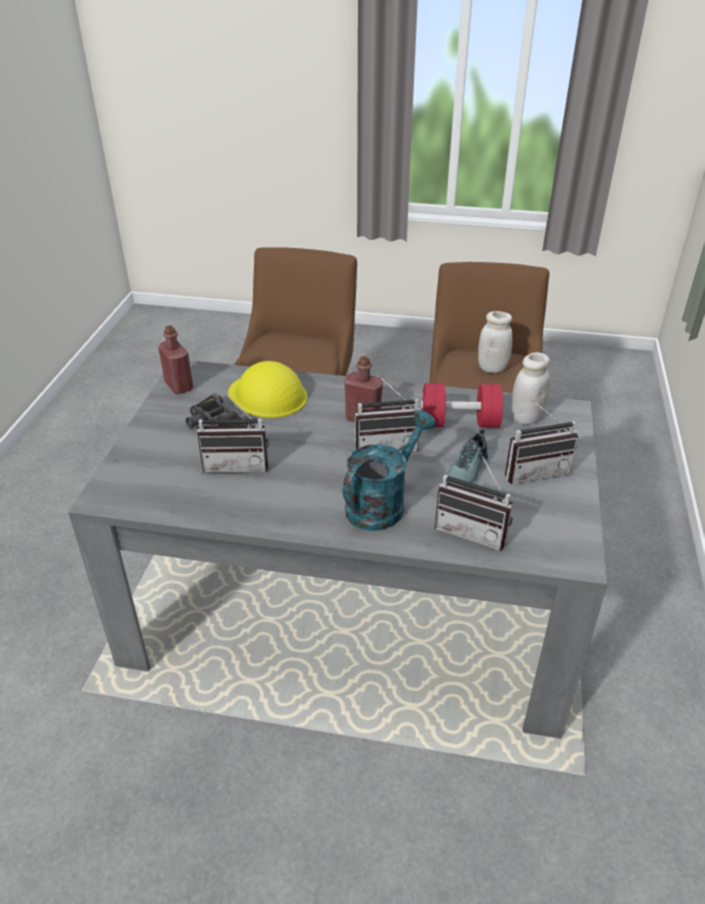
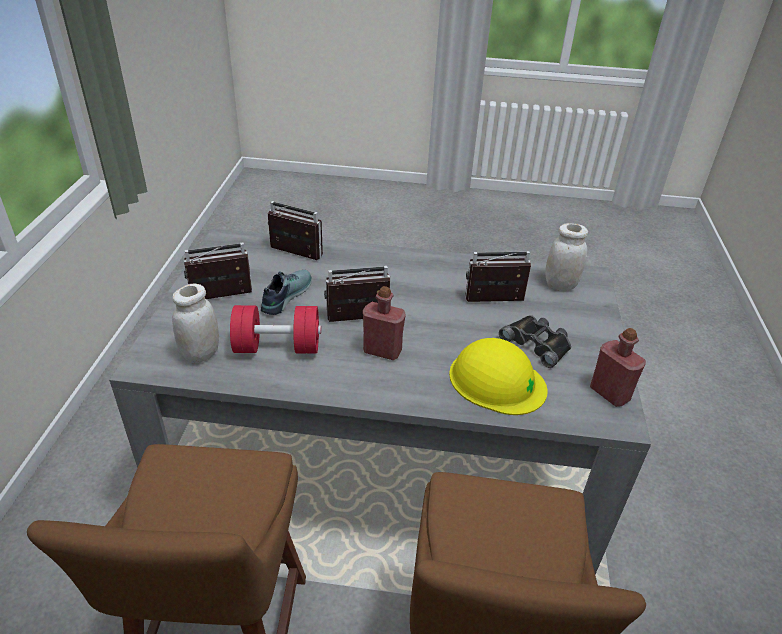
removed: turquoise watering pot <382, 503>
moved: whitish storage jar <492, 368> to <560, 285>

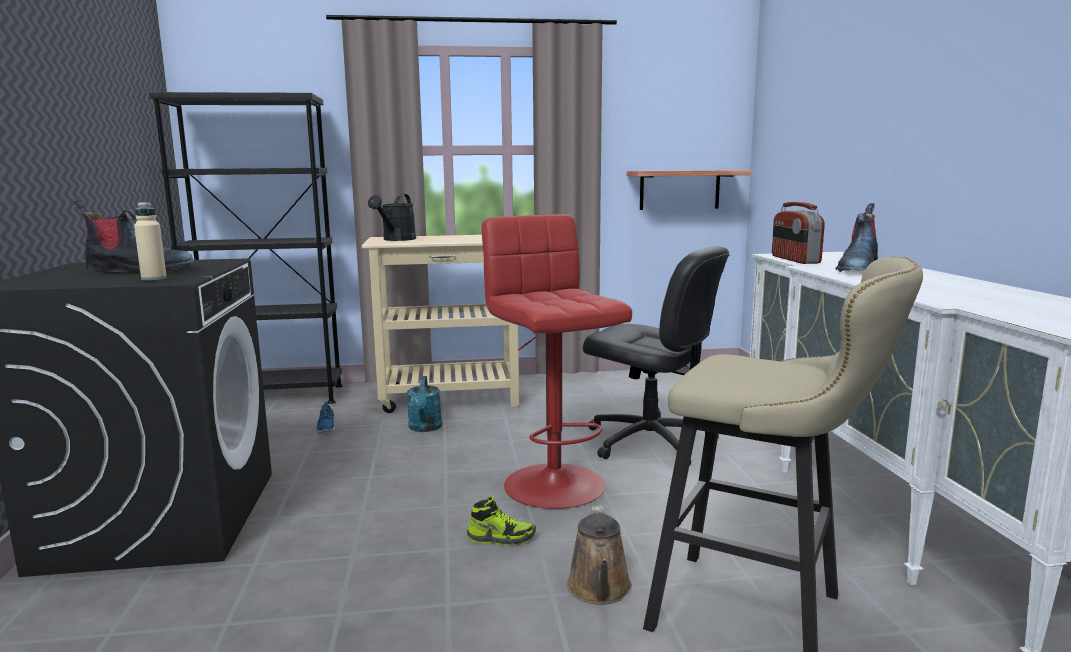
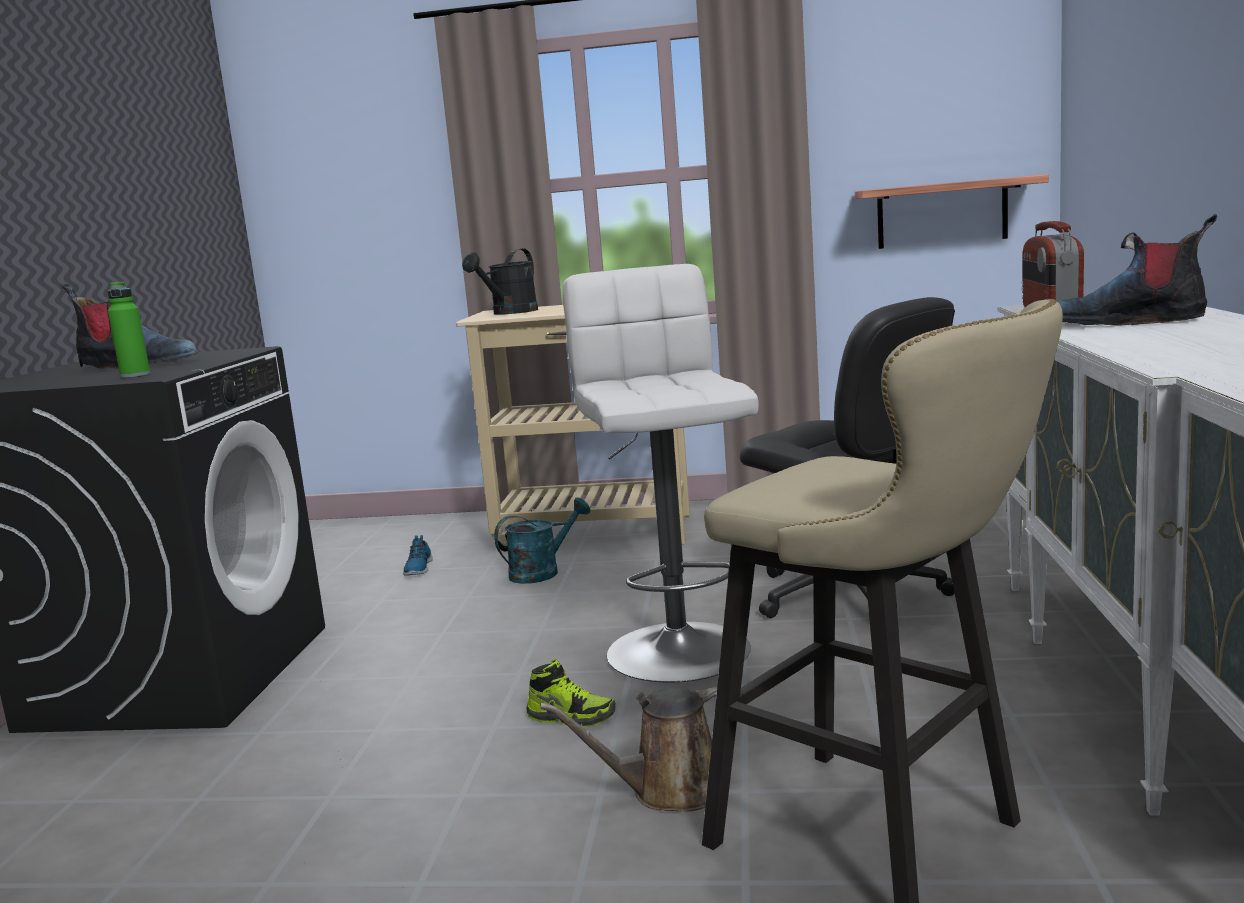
removed: black bookcase <270, 397>
recoloured: beige drink bottle <154, 279> to green drink bottle <135, 375>; reddish sitting stool <554, 485> to whitish sitting stool <679, 651>
turned: turquoise watering pot <425, 428> = <542, 572> 135 degrees counterclockwise; brown watering pot <599, 590> = <669, 791> 60 degrees clockwise; tall boot <857, 269> = <1127, 322> 60 degrees clockwise

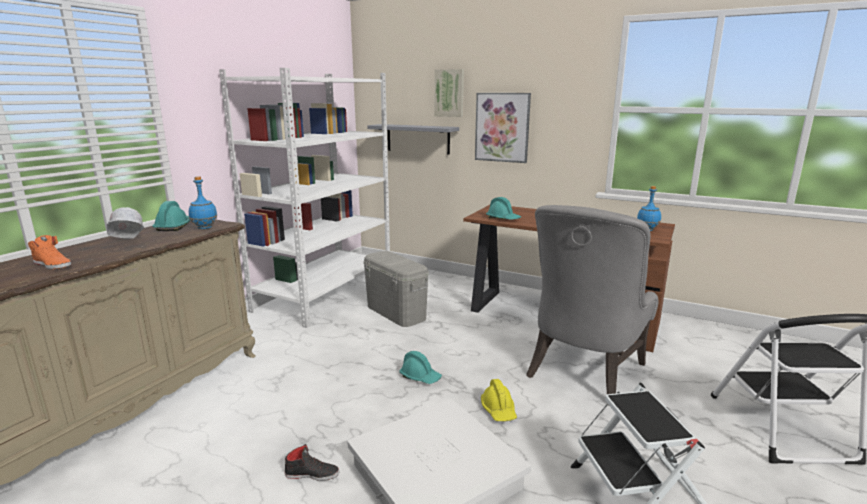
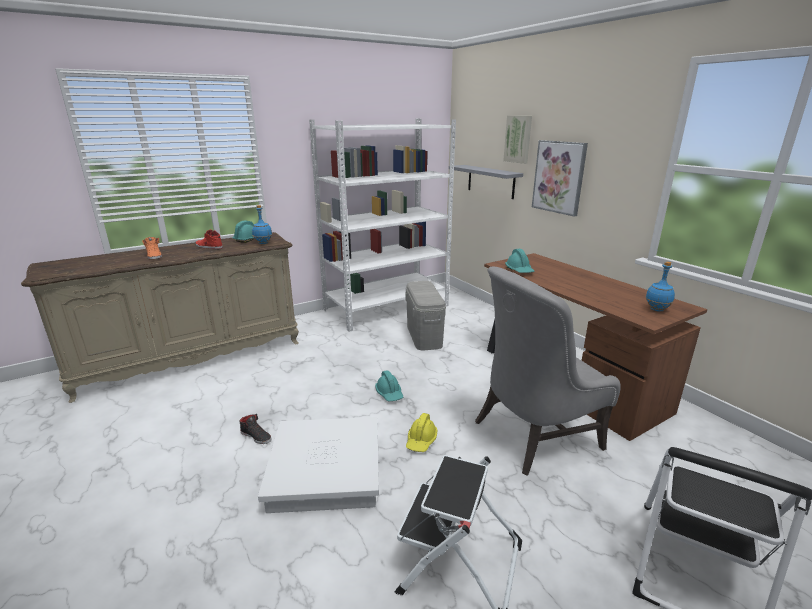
replaced: whitish work helmet <127, 242> to reddish low shoe <208, 247>

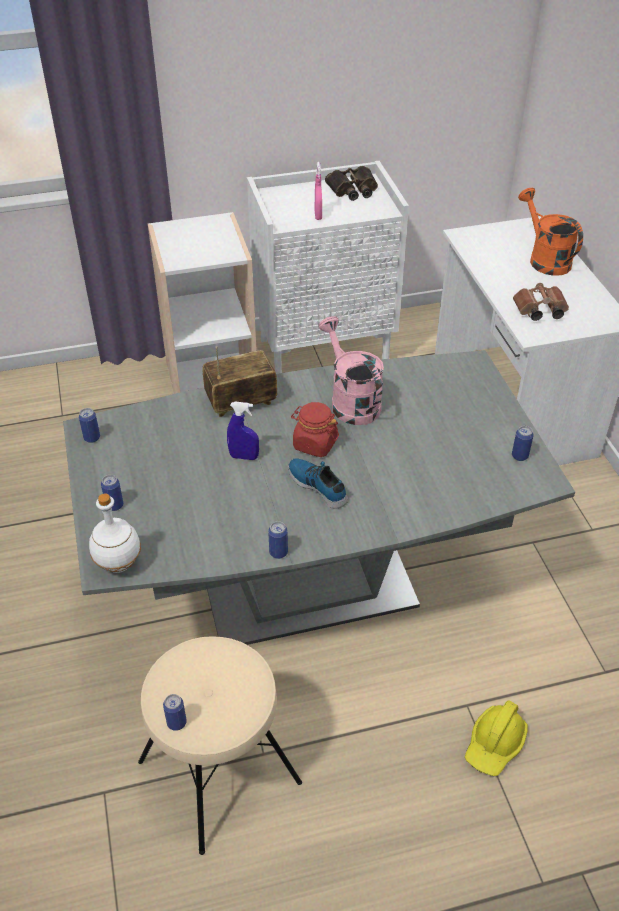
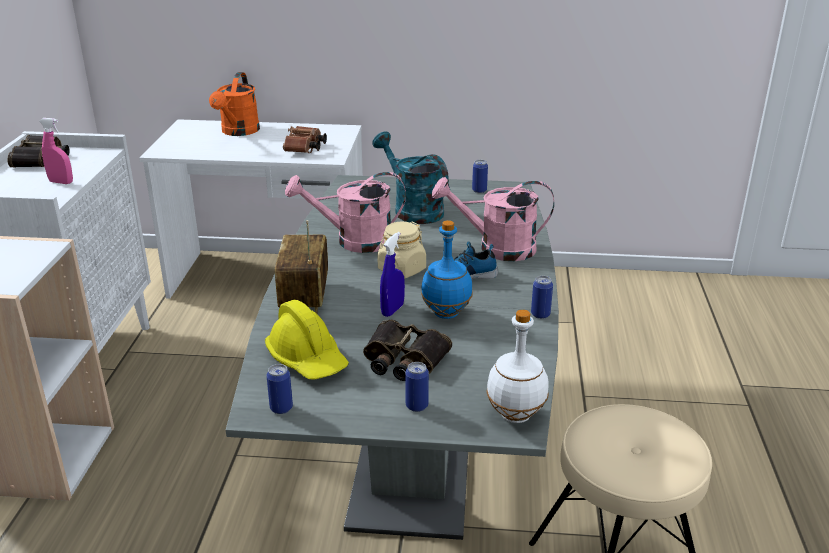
removed: can <176, 723>
added: binoculars <403, 359>; turquoise watering pot <412, 209>; blue drink bottle <445, 313>; pinkish watering pot <496, 248>
moved: yellow work helmet <495, 744> to <307, 359>
recoloured: reddish storage jar <314, 444> to beige storage jar <401, 270>
turned: orange-coloured watering pot <544, 259> = <238, 132> 75 degrees counterclockwise

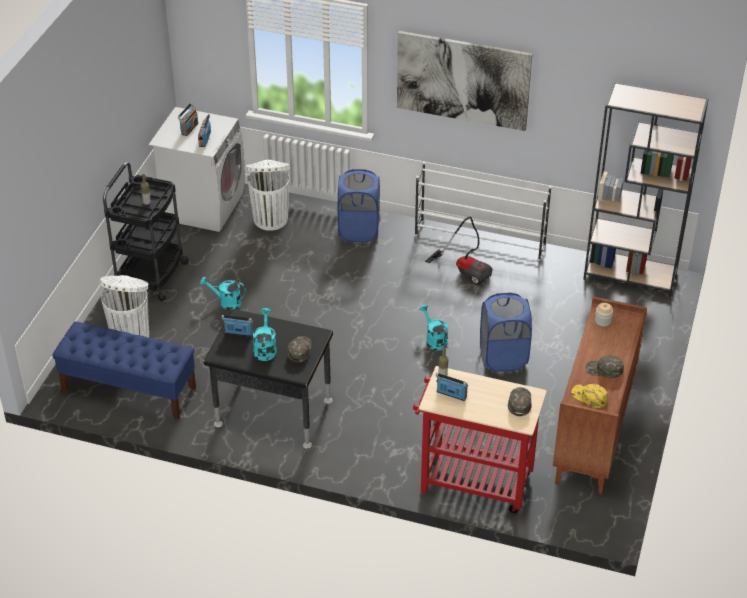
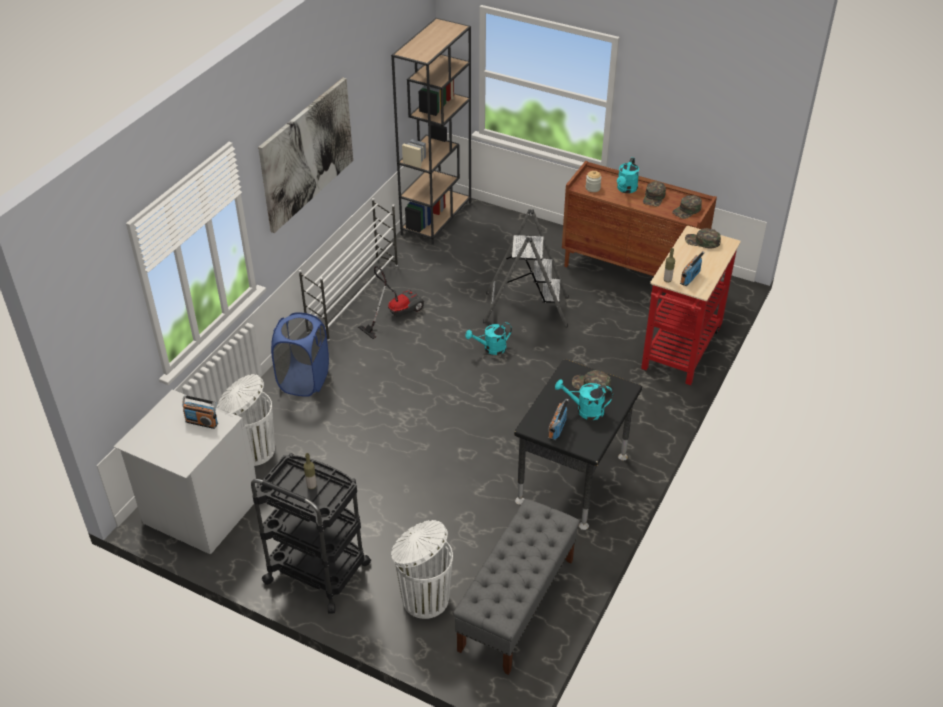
removed: radio <189, 128>
moved: turquoise watering pot <226, 302> to <626, 189>
replaced: blue washing basket <503, 357> to gray stepladder <525, 308>
recoloured: blue indoor bench <128, 390> to gray indoor bench <516, 605>; yellow baseball cap <589, 397> to green baseball cap <687, 210>

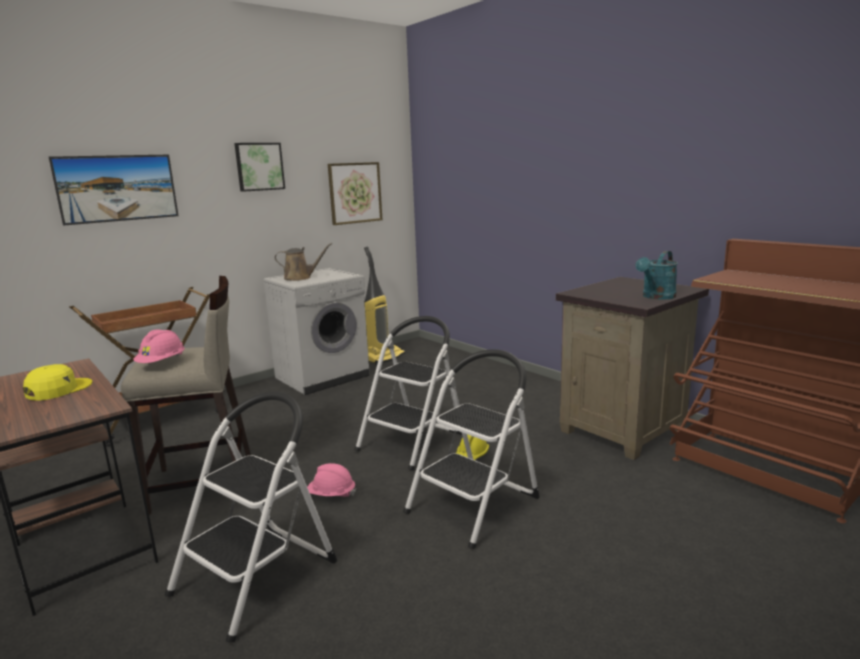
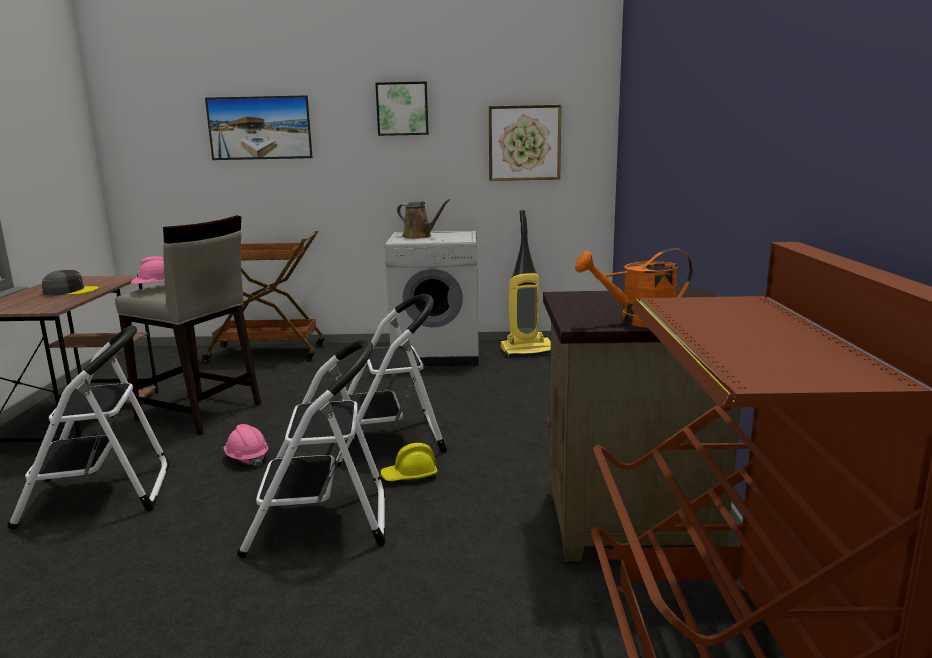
recoloured: yellow baseball cap <58, 389> to gray baseball cap <70, 291>; turquoise watering pot <656, 297> to orange-coloured watering pot <638, 321>

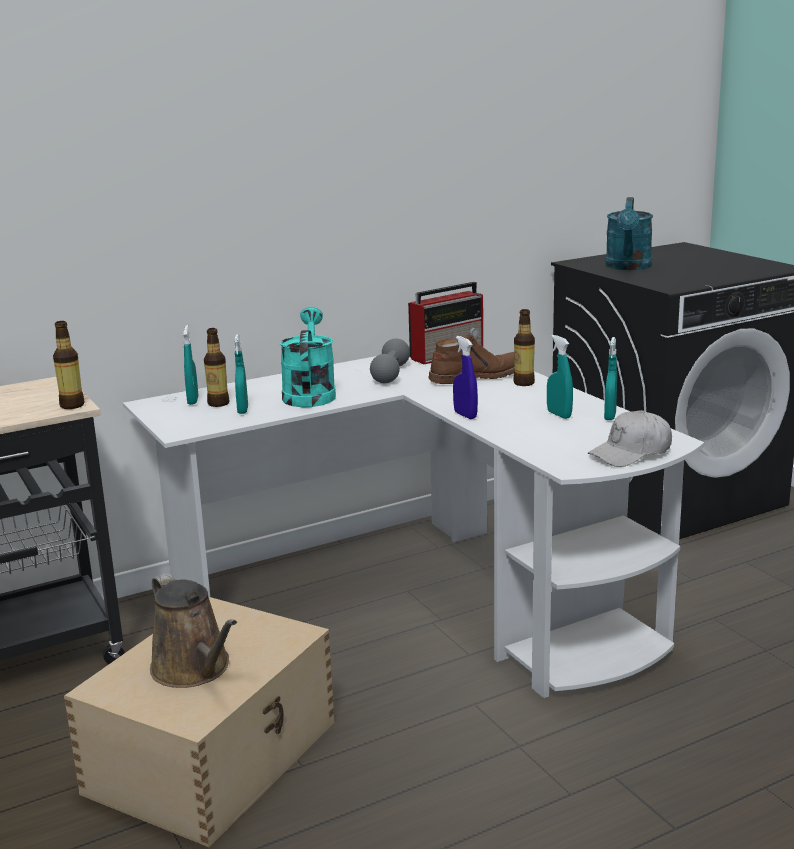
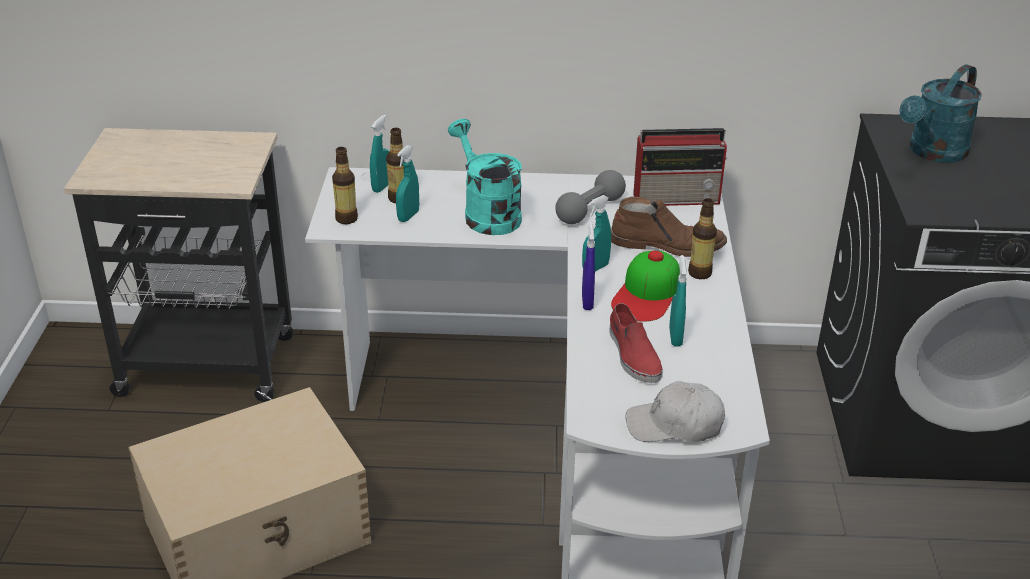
removed: brown watering pot <194, 669>
added: reddish low shoe <633, 355>; baseball cap <647, 294>
moved: drink bottle <72, 405> to <346, 219>; turquoise spray bottle <610, 416> to <595, 268>
turned: turquoise watering pot <309, 394> = <487, 213> 60 degrees counterclockwise

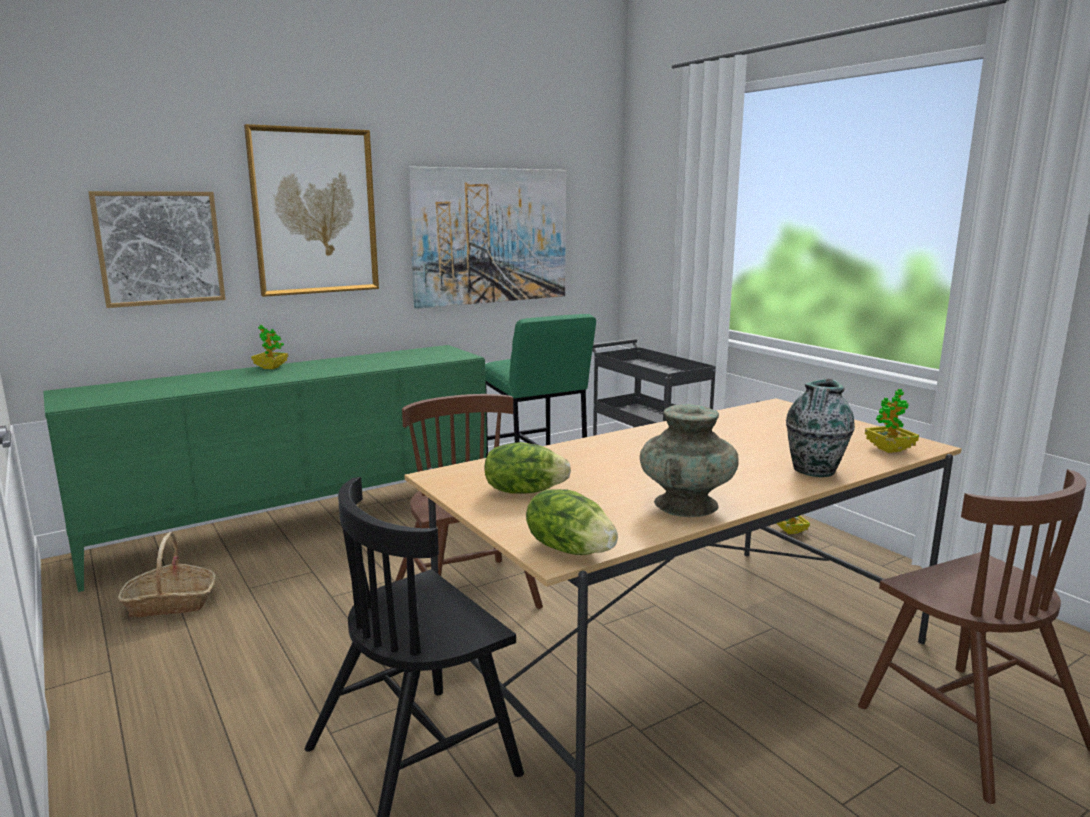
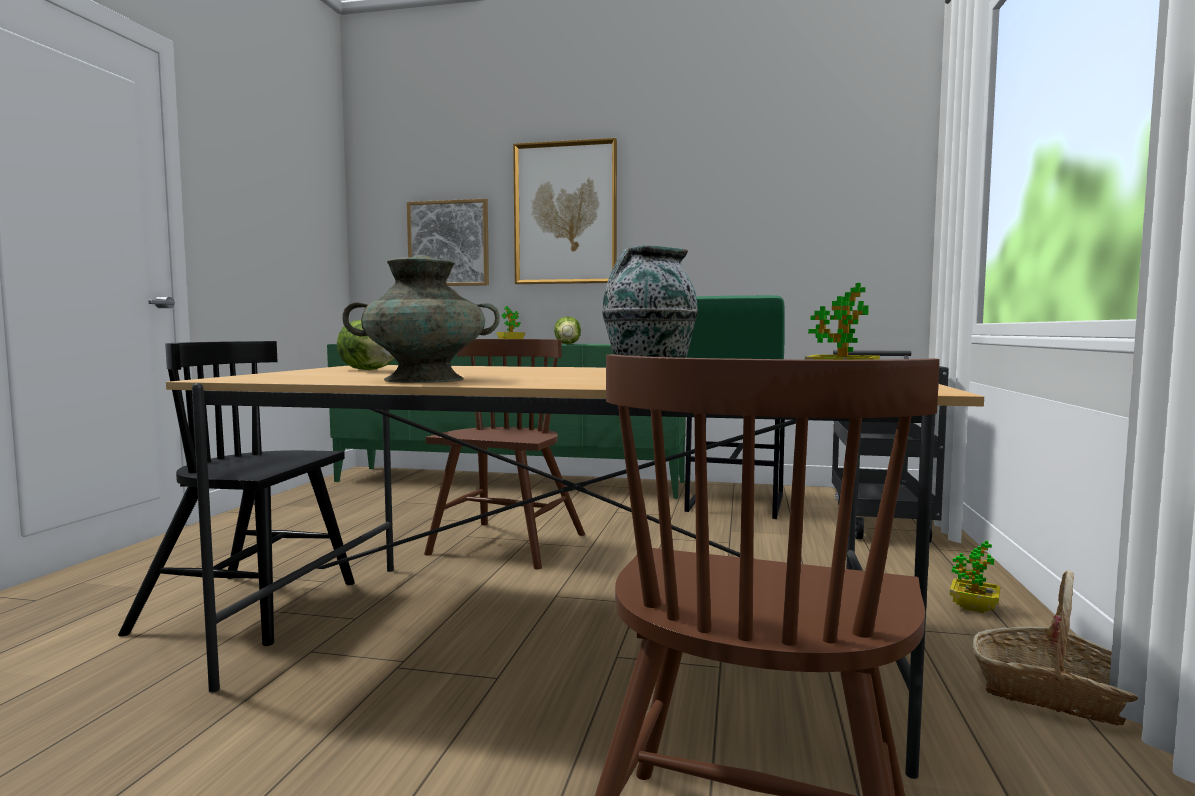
removed: wall picture <491, 236>
moved: lettuce head <570, 549> to <568, 344>; storage basket <171, 603> to <1053, 693>

